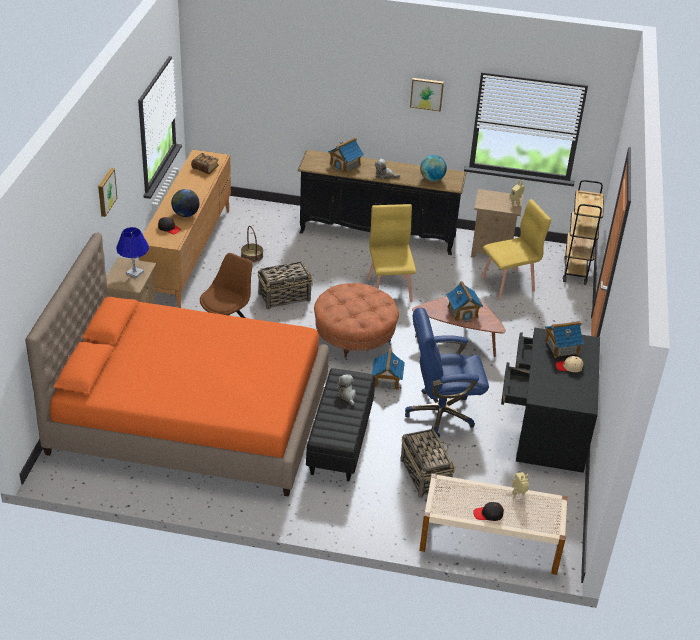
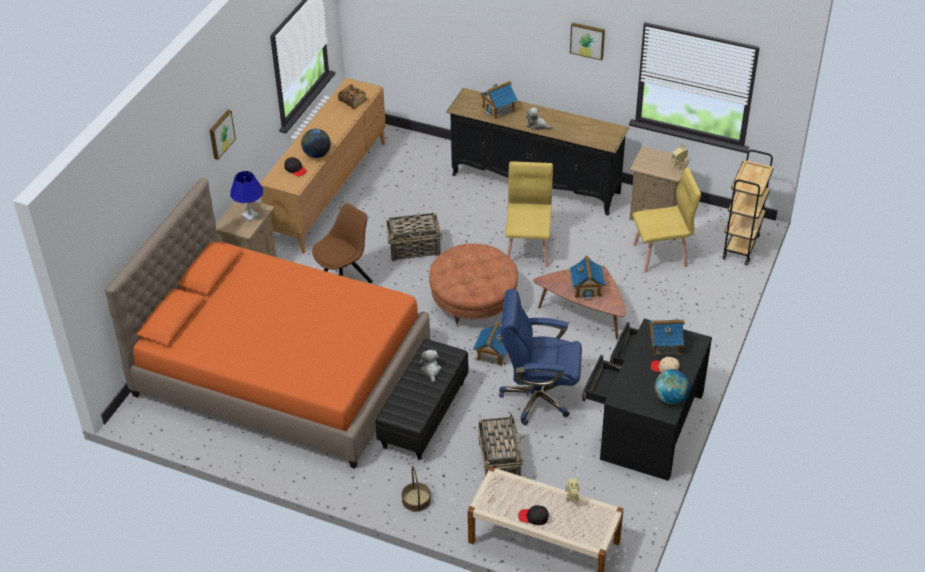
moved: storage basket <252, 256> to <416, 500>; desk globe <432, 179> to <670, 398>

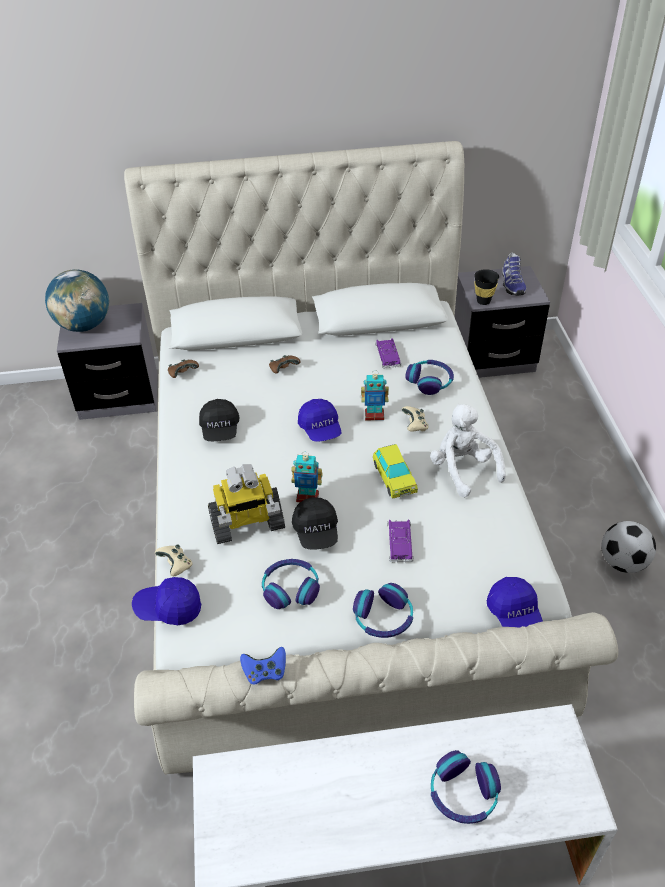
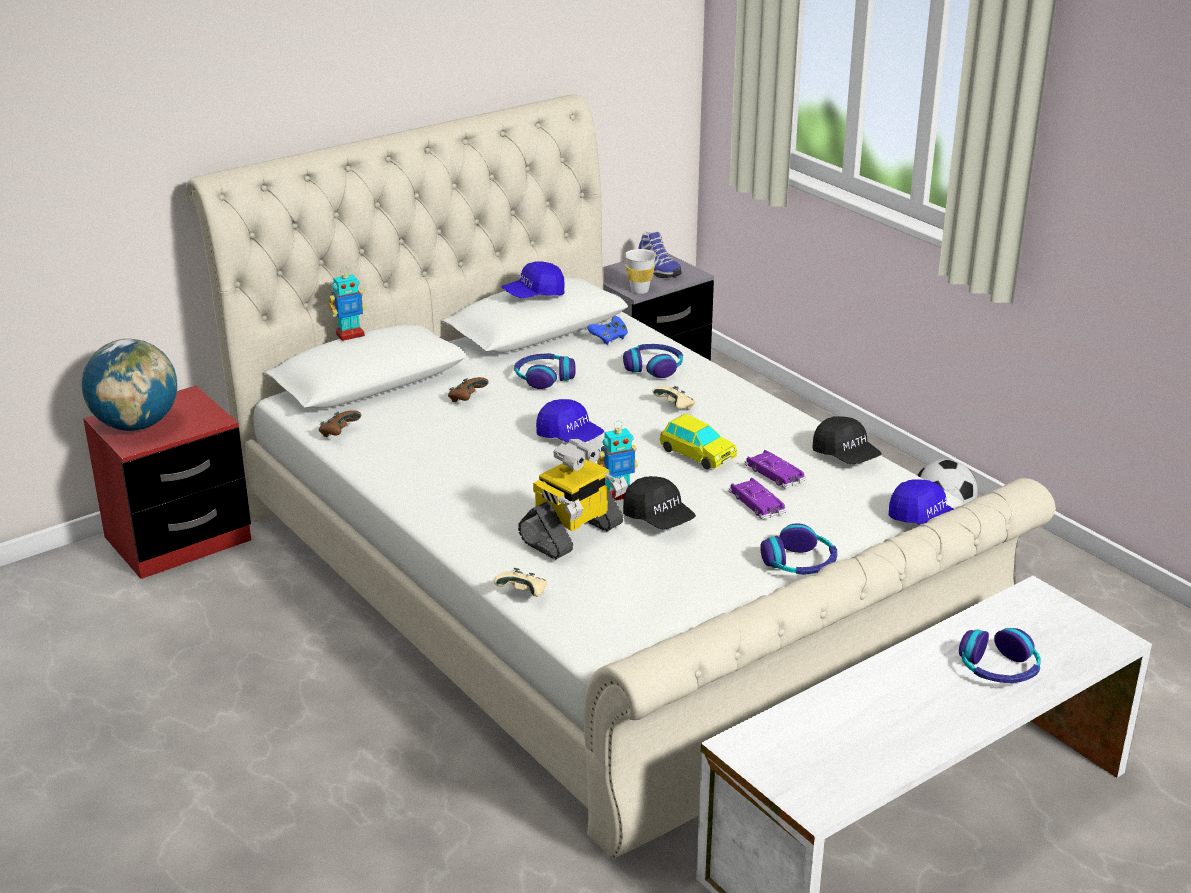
removed: whitish cuddly toy <463, 469>
moved: toy robot <374, 415> to <350, 335>; blue baseball cap <169, 608> to <534, 295>; headphones <290, 588> to <544, 378>; blue gamepad <265, 672> to <609, 339>; purple-coloured toy car <388, 356> to <774, 474>; black baseball cap <220, 429> to <846, 456>
recoloured: gray nightstand <119, 396> to reddish nightstand <178, 539>; black cup <483, 301> to whitish cup <639, 290>

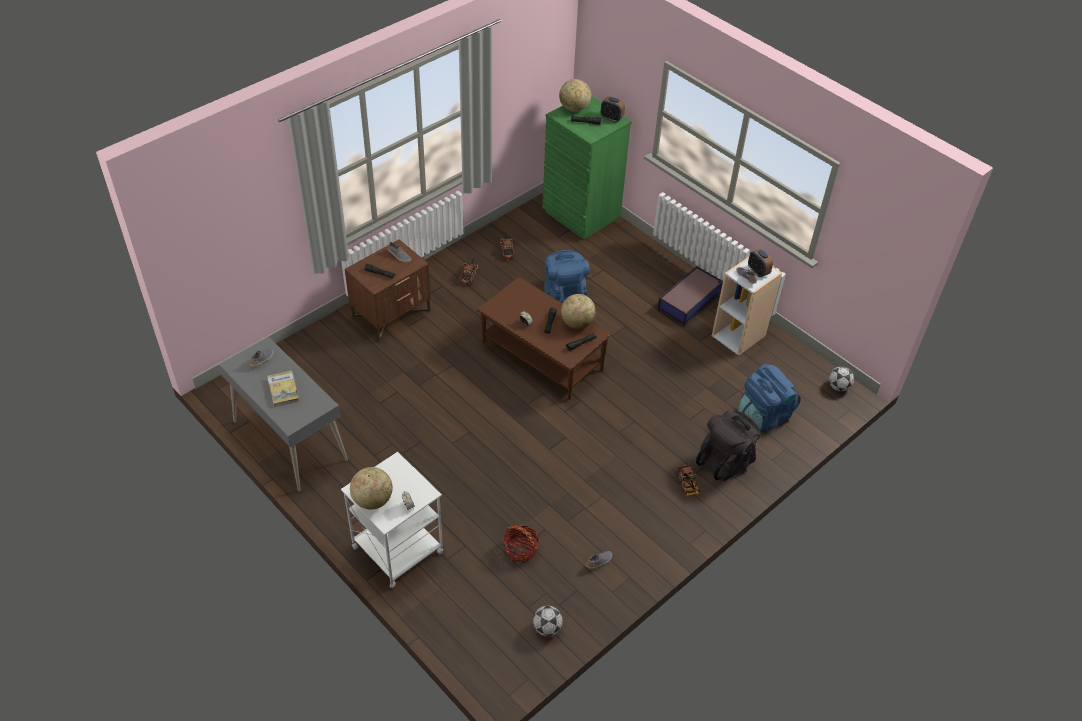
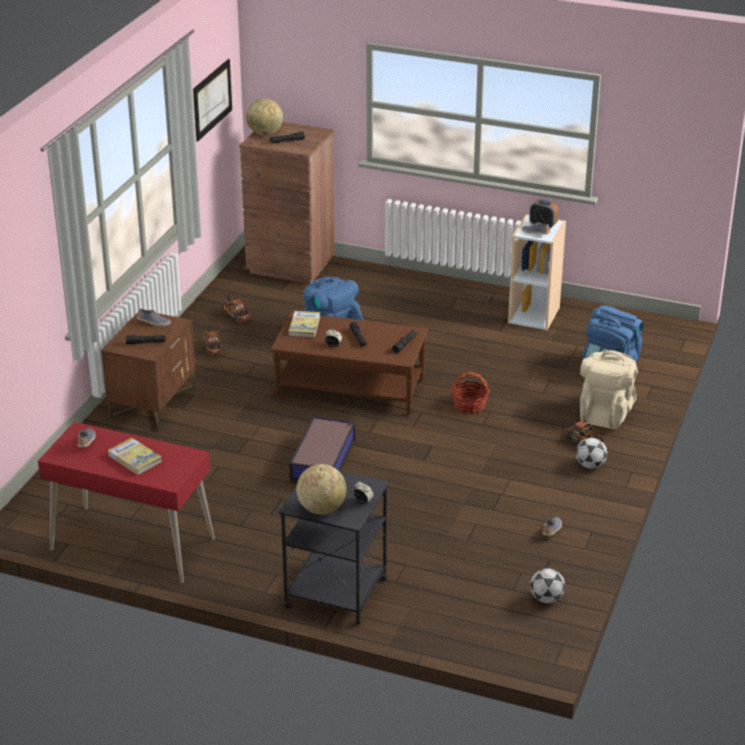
removed: desk globe <577, 323>; table clock <611, 118>
added: wall picture <212, 99>; bound book <304, 326>
moved: storage bin <690, 301> to <324, 460>; storage basket <520, 549> to <469, 405>; ball for football <838, 387> to <590, 465>
recoloured: gray desk unit <289, 441> to reddish desk unit <132, 545>; green drawer chest <582, 215> to brown drawer chest <291, 265>; whitish cart <397, 548> to black cart <334, 592>; black rucksack <726, 461> to beige rucksack <605, 413>

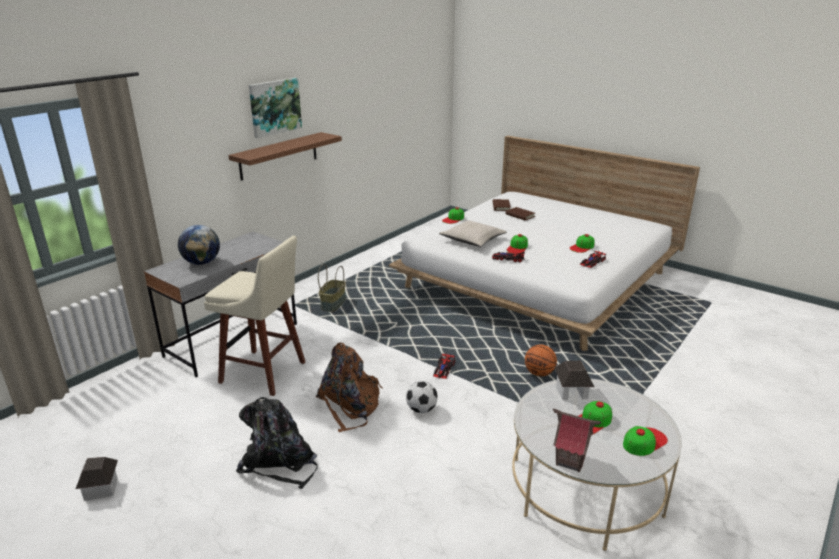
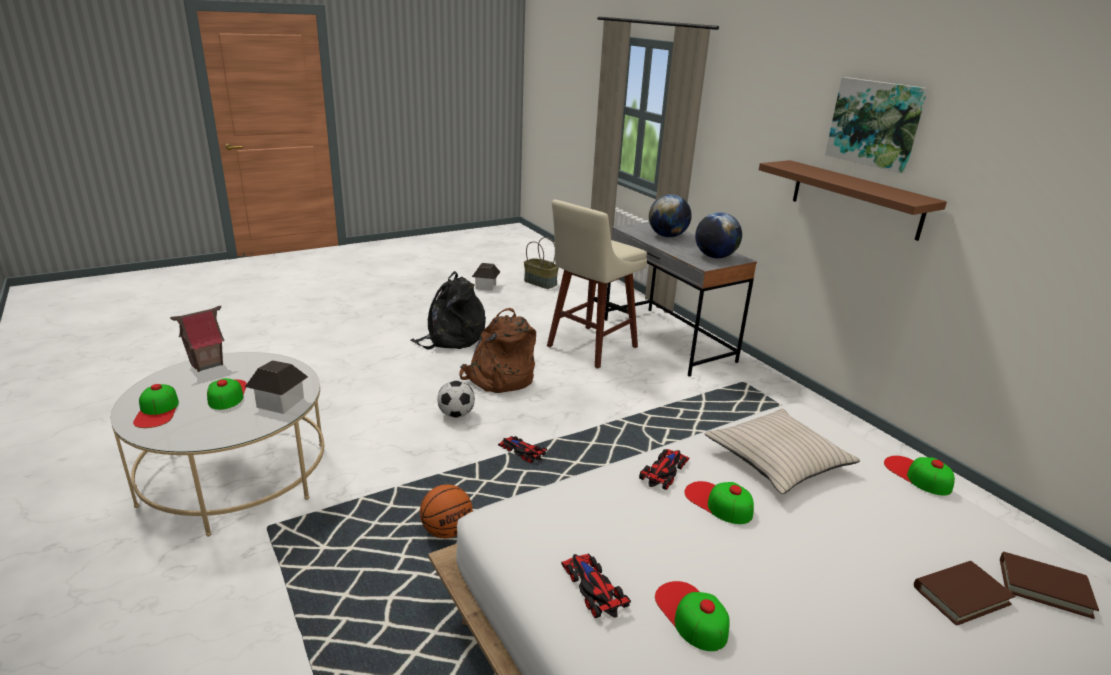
added: desk globe <715, 257>
moved: storage basket <333, 304> to <541, 283>

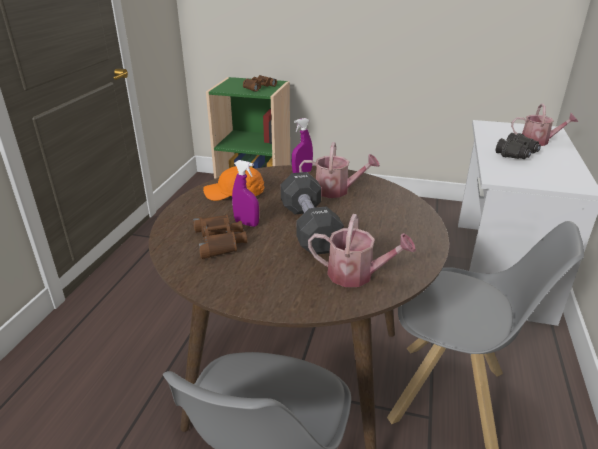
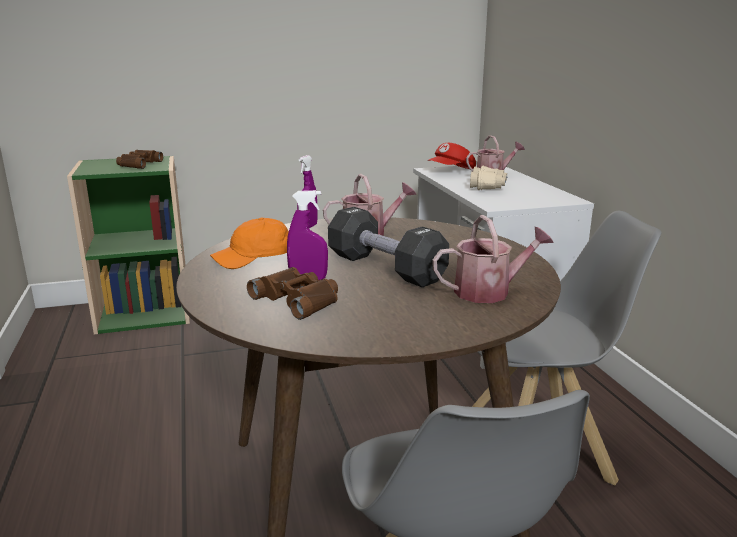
added: reddish baseball cap <452, 171>
recoloured: black binoculars <517, 154> to beige binoculars <488, 187>

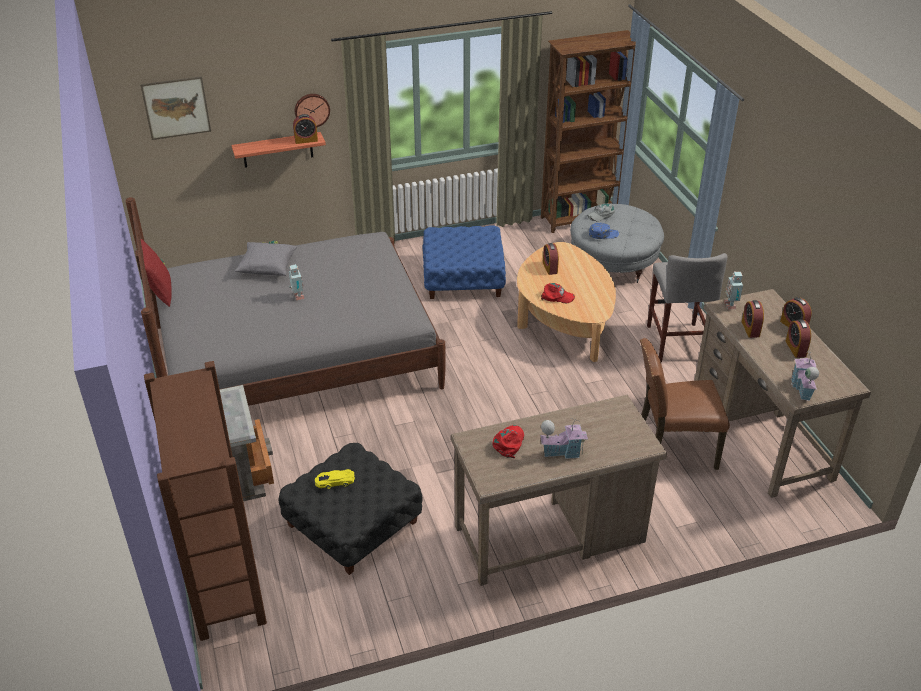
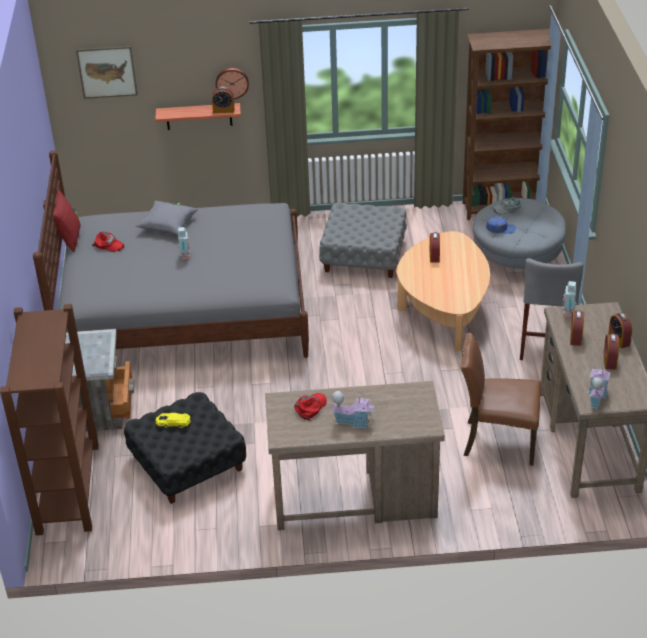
moved: reddish baseball cap <557, 296> to <108, 245>
recoloured: blue ottoman <463, 277> to gray ottoman <363, 255>

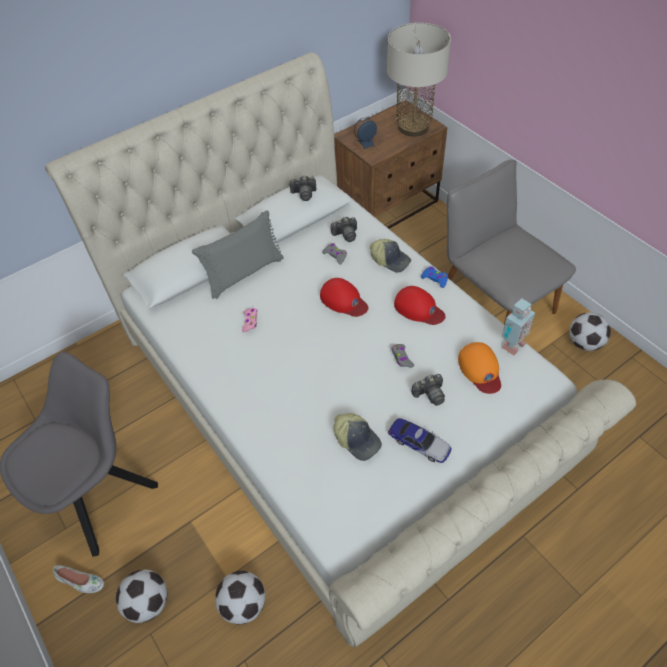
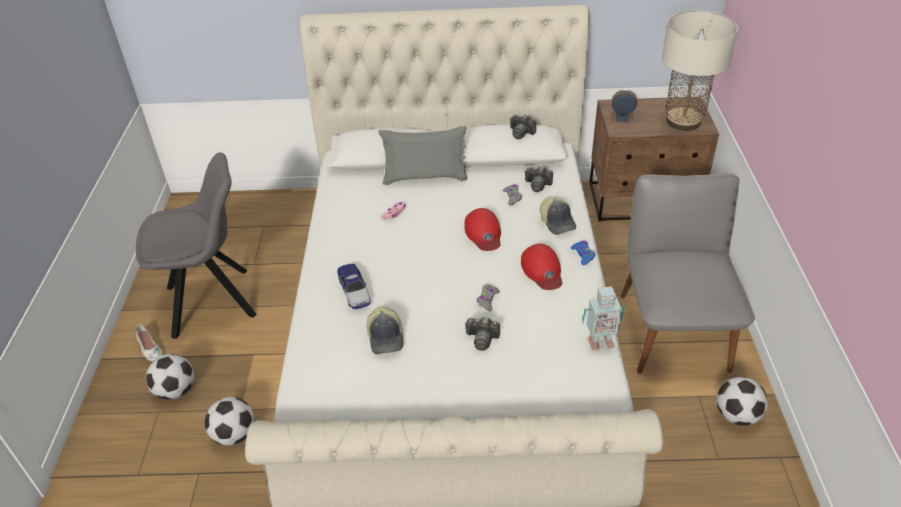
removed: orange-coloured baseball cap <480, 369>
moved: toy car <419, 443> to <354, 290>

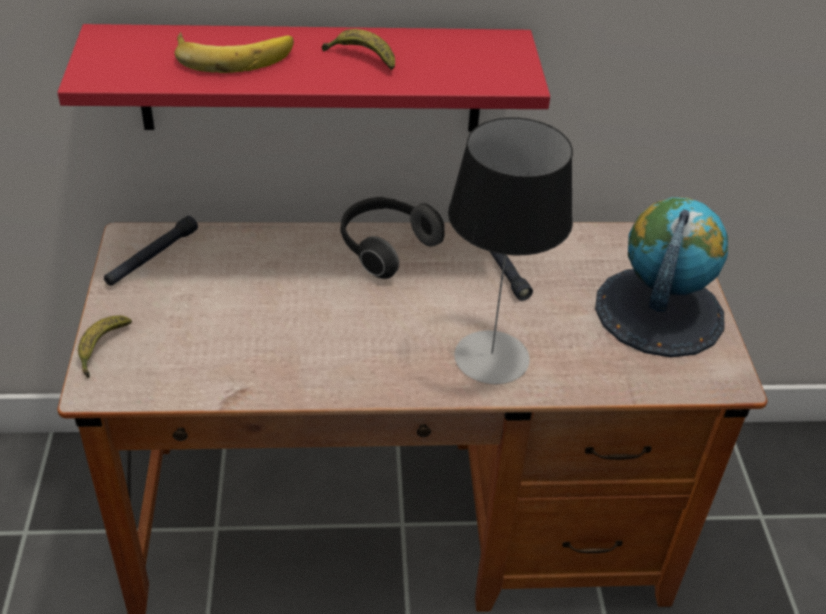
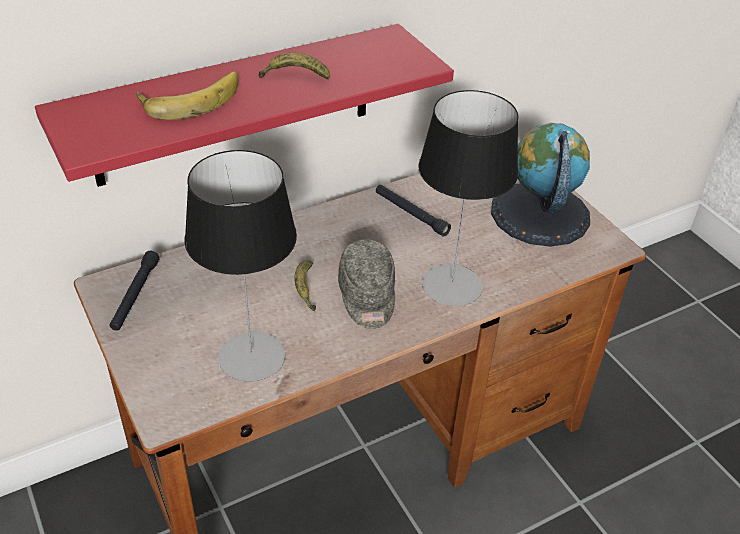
removed: headphones <385, 248>
added: lamp for a table <251, 356>; gray baseball cap <367, 296>
moved: banana fruit <102, 349> to <305, 289>

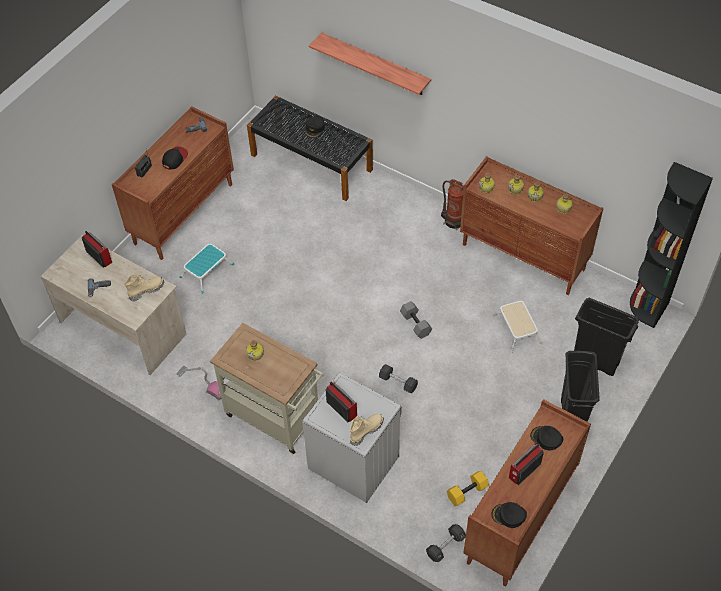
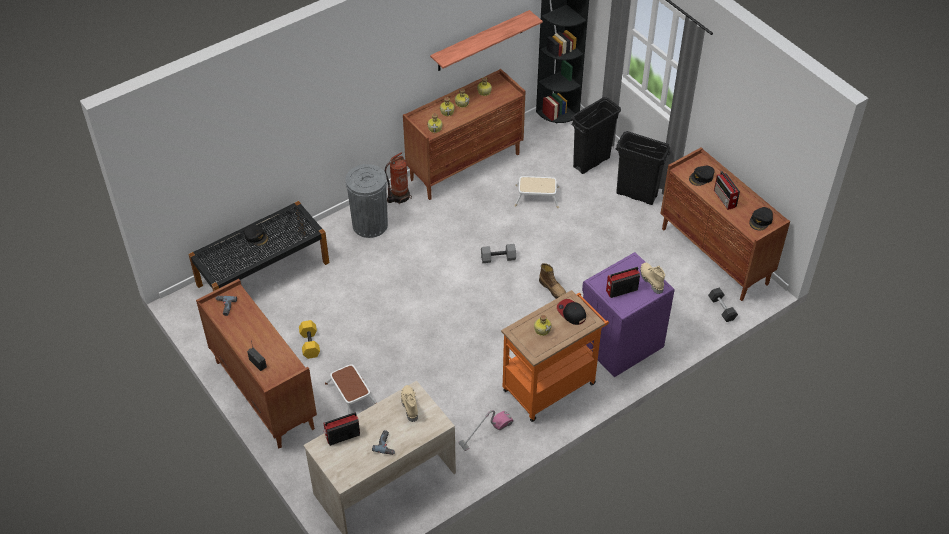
added: gray waste bin <370, 224>
moved: yellow hand weight <467, 491> to <309, 344>; wall shelf <375, 64> to <480, 41>; baseball cap <175, 159> to <571, 313>
replaced: black hand weight <398, 382> to tall boot <553, 289>
recoloured: turquoise stepladder <207, 271> to brown stepladder <351, 394>; beige cart <275, 418> to orange-coloured cart <551, 386>; whitish washing machine <354, 461> to purple-coloured washing machine <619, 343>

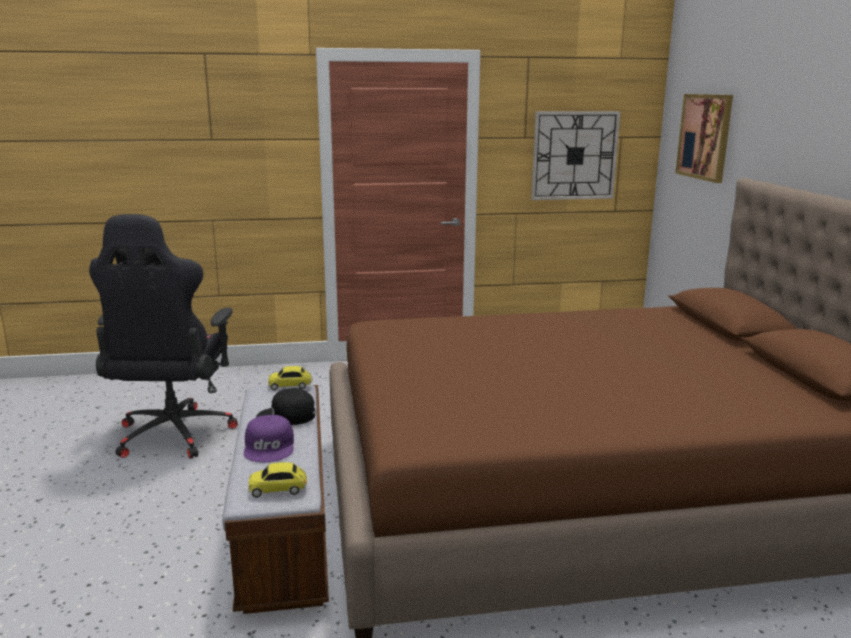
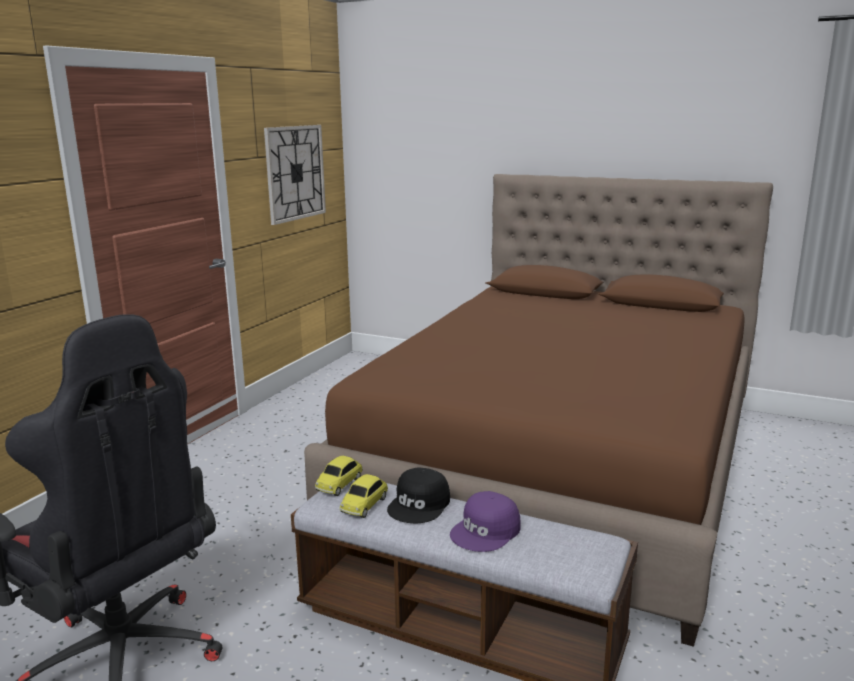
removed: wall picture <705, 136>
moved: toy car <278, 489> to <365, 504>
turned: purple-coloured baseball cap <270, 447> = <486, 531> 105 degrees clockwise

